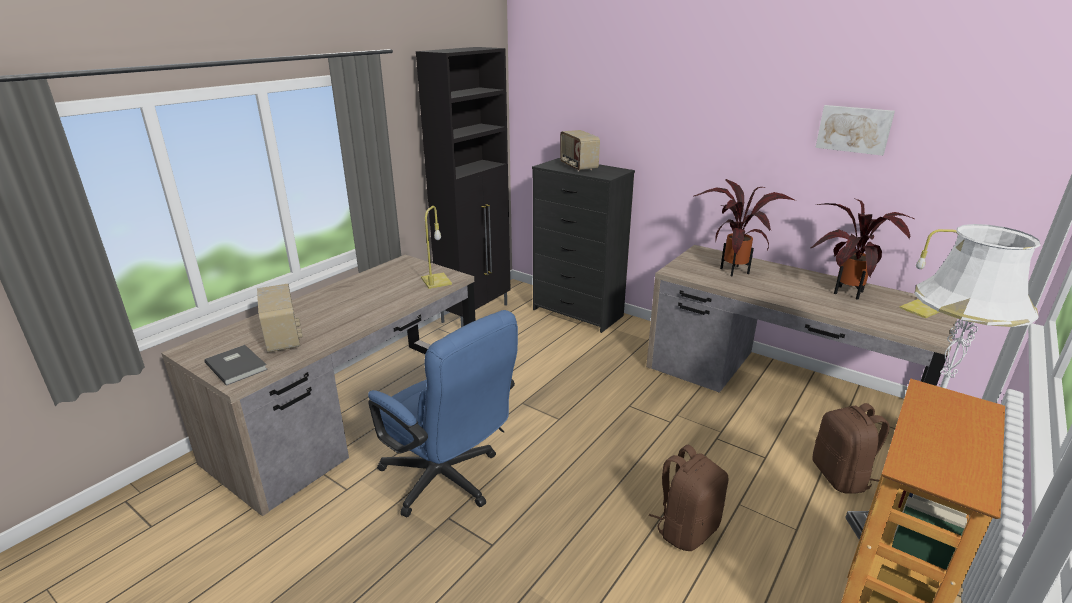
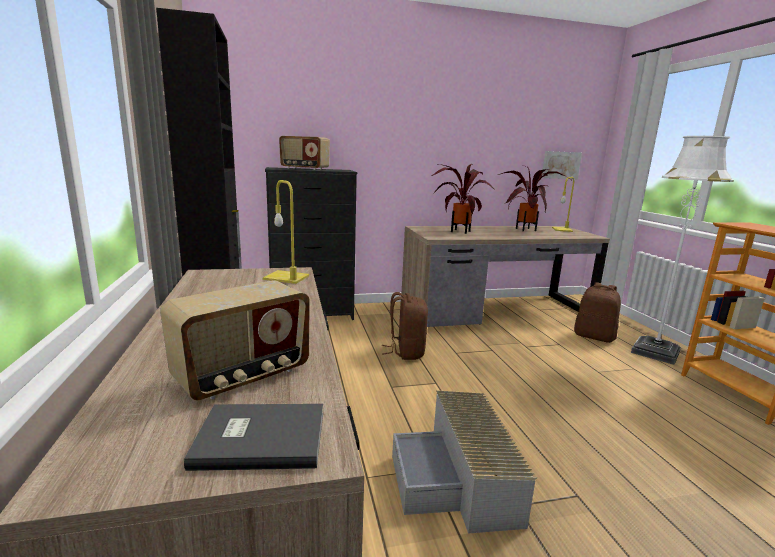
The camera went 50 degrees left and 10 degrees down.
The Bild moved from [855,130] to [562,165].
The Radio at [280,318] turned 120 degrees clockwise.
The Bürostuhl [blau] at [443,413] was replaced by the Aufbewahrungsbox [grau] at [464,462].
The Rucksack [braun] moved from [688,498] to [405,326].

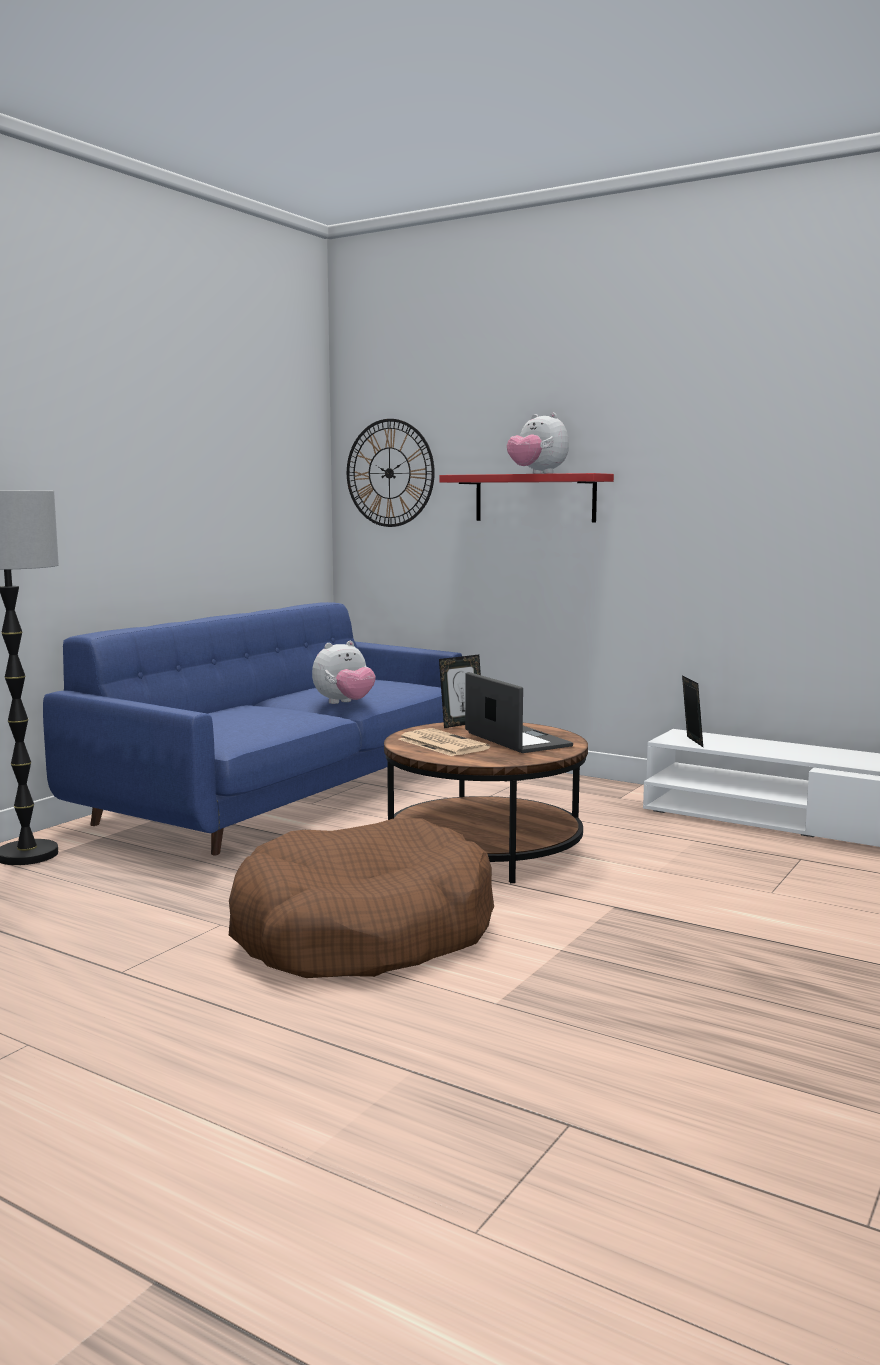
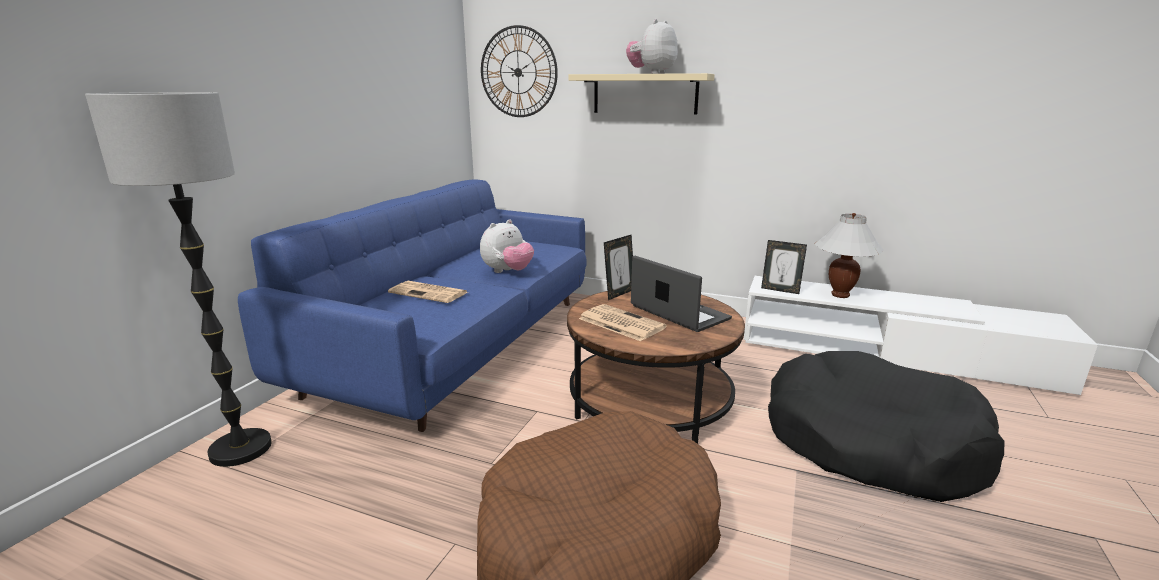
The camera went 10 degrees left and 10 degrees up.
The Plüschtier at [538,443] turned 90 degrees clockwise.
The Wandregal [rot] at [526,497] became the Wandregal [beige] at [641,94].
The Bilderrahmen at [692,711] turned 135 degrees clockwise.
The Tischlampe [weiß] at [849,255] appeared.
The Zeitung at [428,292] appeared.
The Hundebett [schwarz] at [886,426] appeared.

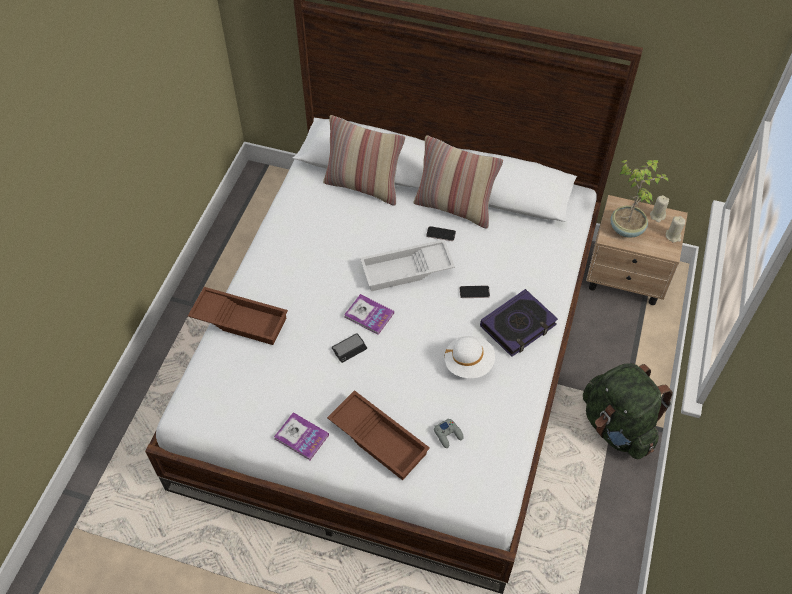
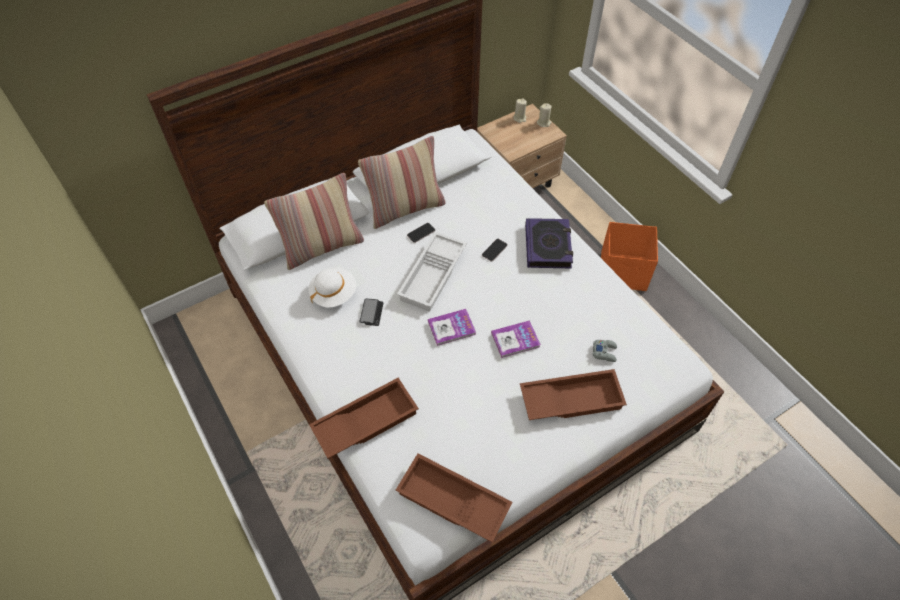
The camera went 50 degrees left and 0 degrees up.
The Topfpflanze at [639,199] disappeared.
The Handy moved from [349,348] to [371,312].
The Hut [weiß] moved from [469,357] to [332,287].
The Rucksack [grün] at [628,411] was replaced by the Aufbewahrungsbox [orange] at [629,256].
The Buch moved from [301,436] to [516,339].
The Tablett [braun] at [454,498] appeared.

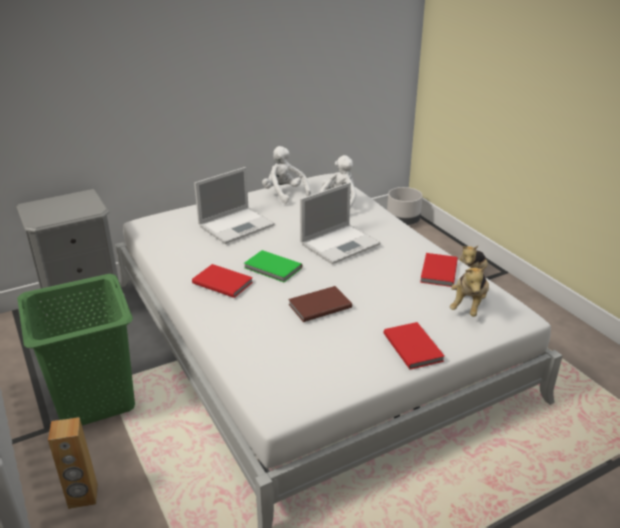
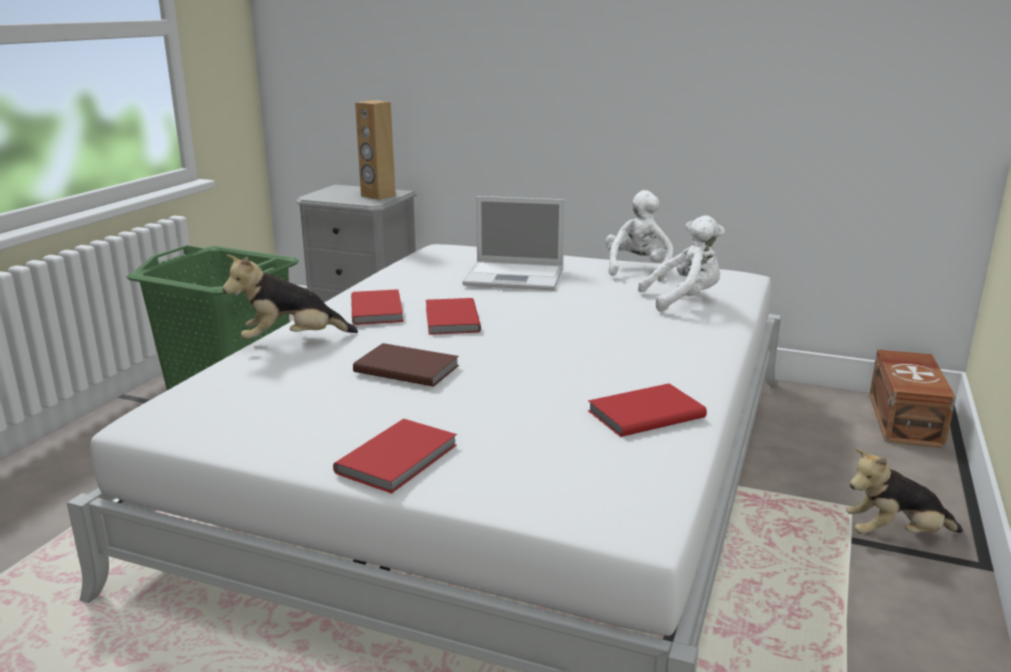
The camera went 50 degrees right and 10 degrees down.
The Laptop at [340,223] disappeared.
The Pflanzkübel [grau] at [405,206] was replaced by the Aufbewahrungsbox [braun] at [912,399].
The Buch [grün] at [273,266] became the Buch [rot] at [453,316].
The Plüschtier moved from [469,291] to [290,297].
The Lautsprecher [braun] moved from [73,463] to [375,150].

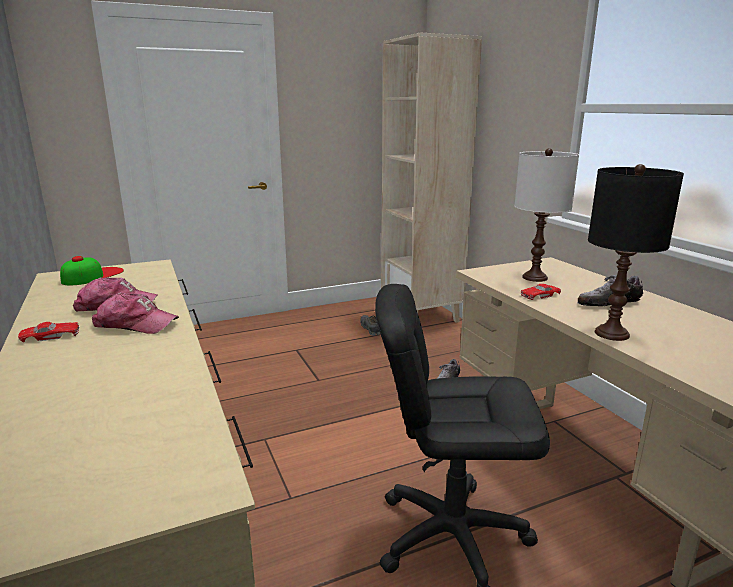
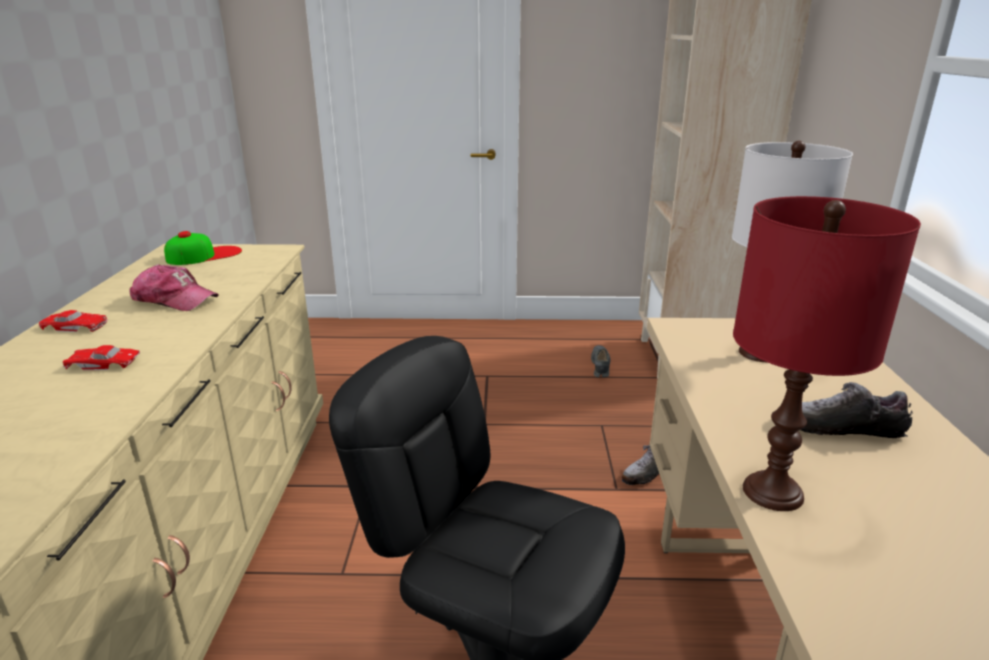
The camera went 25 degrees right and 5 degrees up.
The Tischlampe [schwarz] at [636,252] became the Tischlampe [rot] at [827,353].
The Spielzeugauto [rot] moved from [540,292] to [101,357].
The Kappe at [135,313] disappeared.

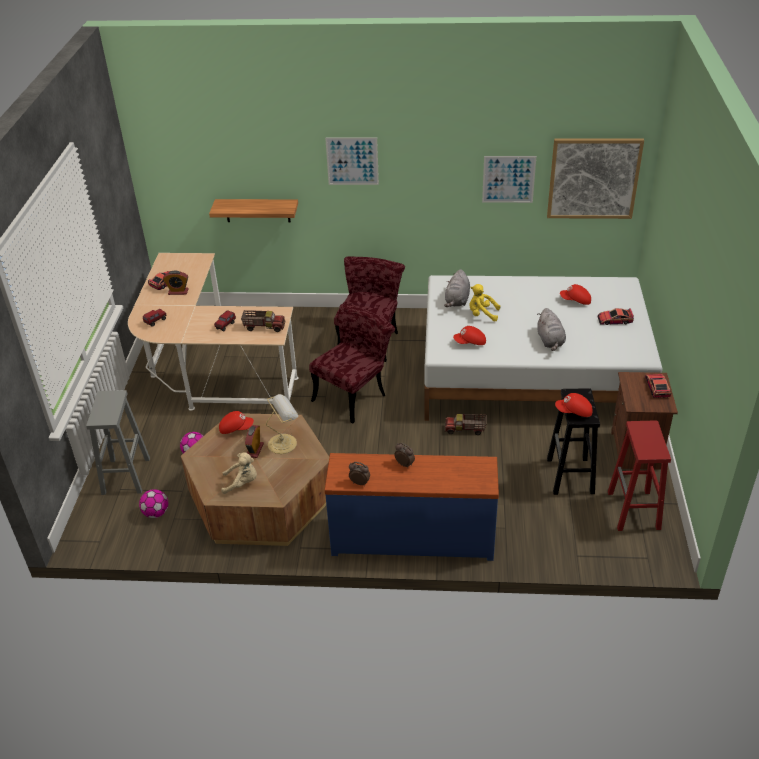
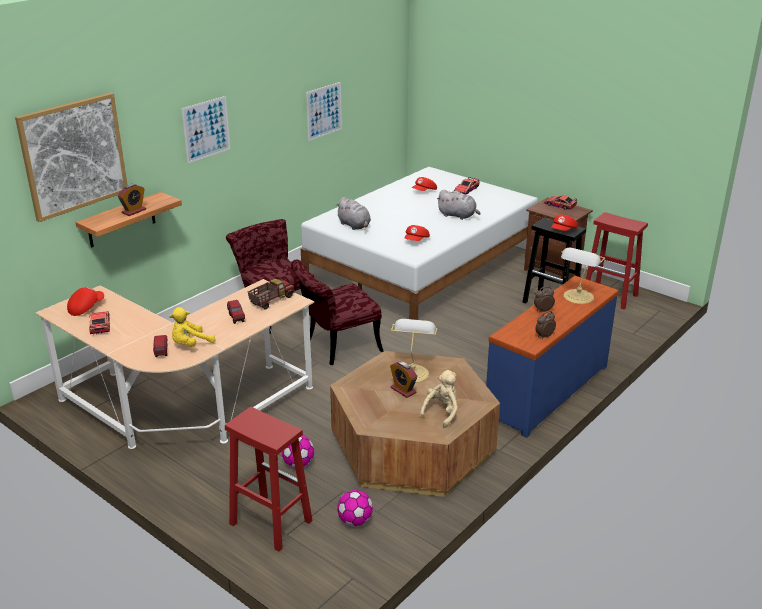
The camera went 55 degrees left and 10 degrees down.
The Bild moved from [595,179] to [71,157].
The Wecker moved from [175,283] to [132,200].
The Plüschtier [gelb] moved from [484,302] to [192,327].
The Stuhl [rot] at [352,363] turned 105 degrees counterclockwise.
The Hocker [grau] at [118,442] became the Hocker [rot] at [269,479].
The Kappe [rot] moved from [236,422] to [85,301].
The Spielzeuglaster at [465,424] disappeared.
The Tischlampe at [583,276] appeared.

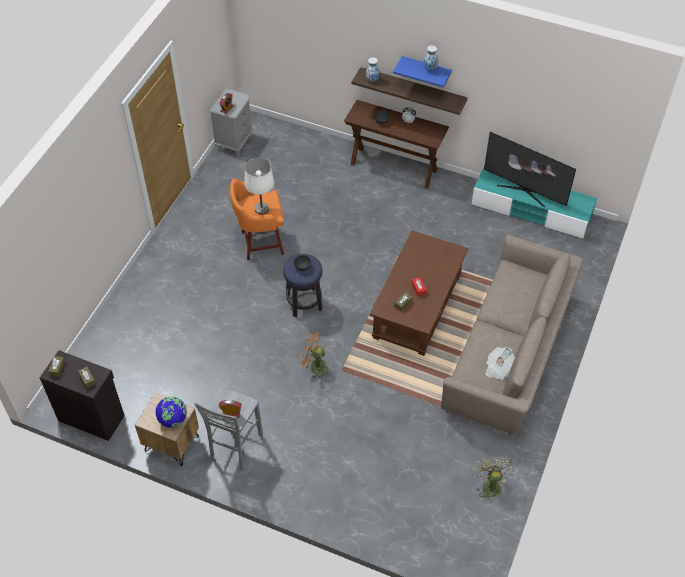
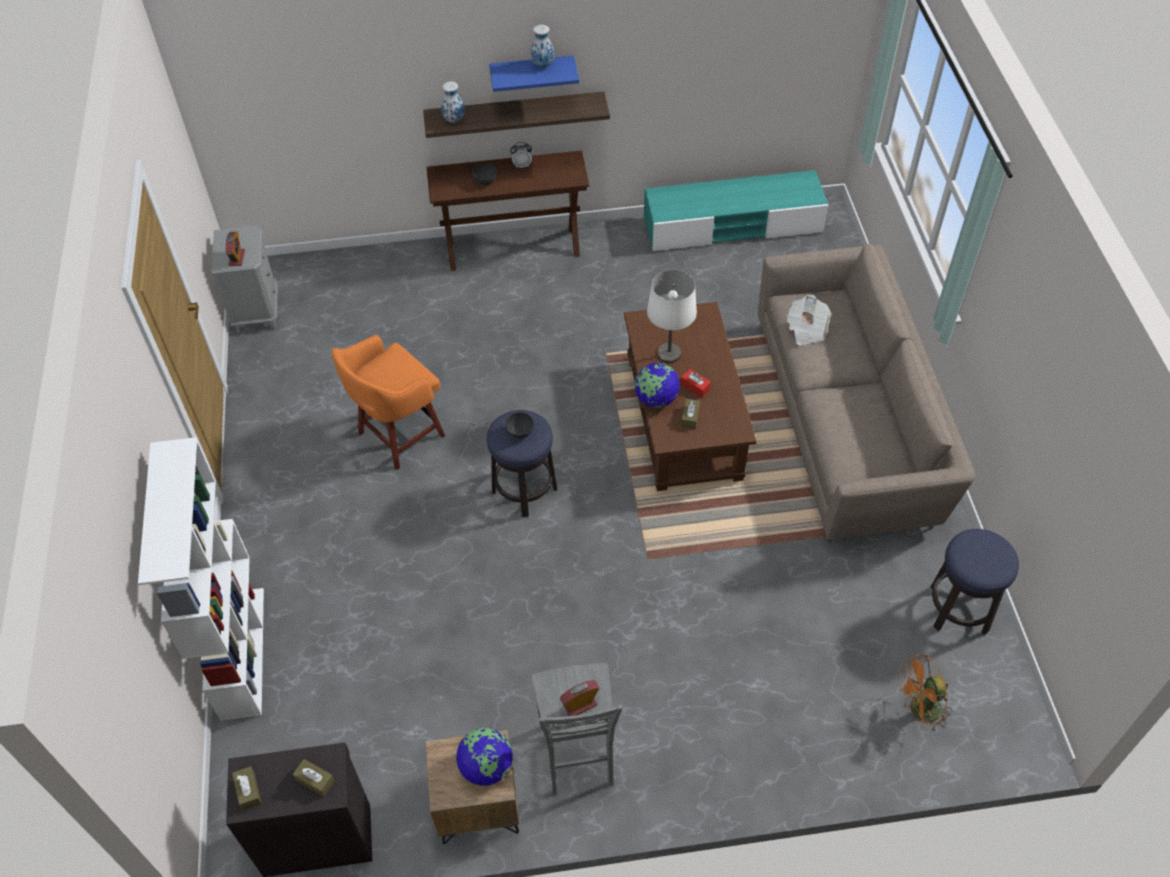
The camera went 30 degrees left and 0 degrees up.
The Fernseher at [530,169] disappeared.
The Tischlampe [weiß] moved from [259,186] to [672,316].
The Ventilator [orange] moved from [315,355] to [925,693].
The Zeitung moved from [500,363] to [809,320].
The Ventilator [grün] at [494,479] was replaced by the Hocker at [974,582].
The Globus at [657,385] appeared.
The Bücherregal [weiß] at [201,579] appeared.

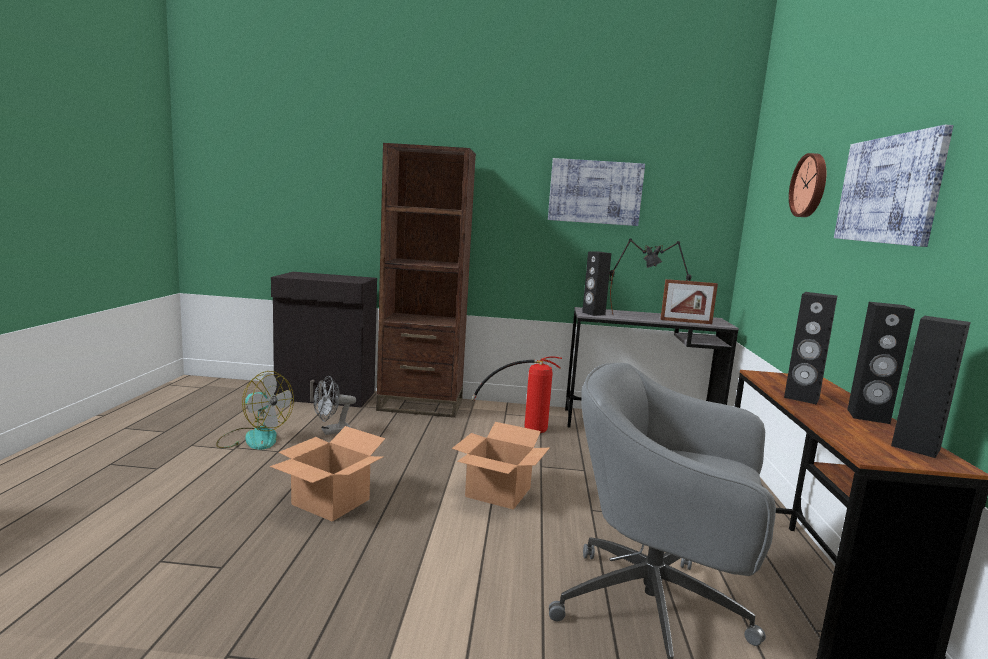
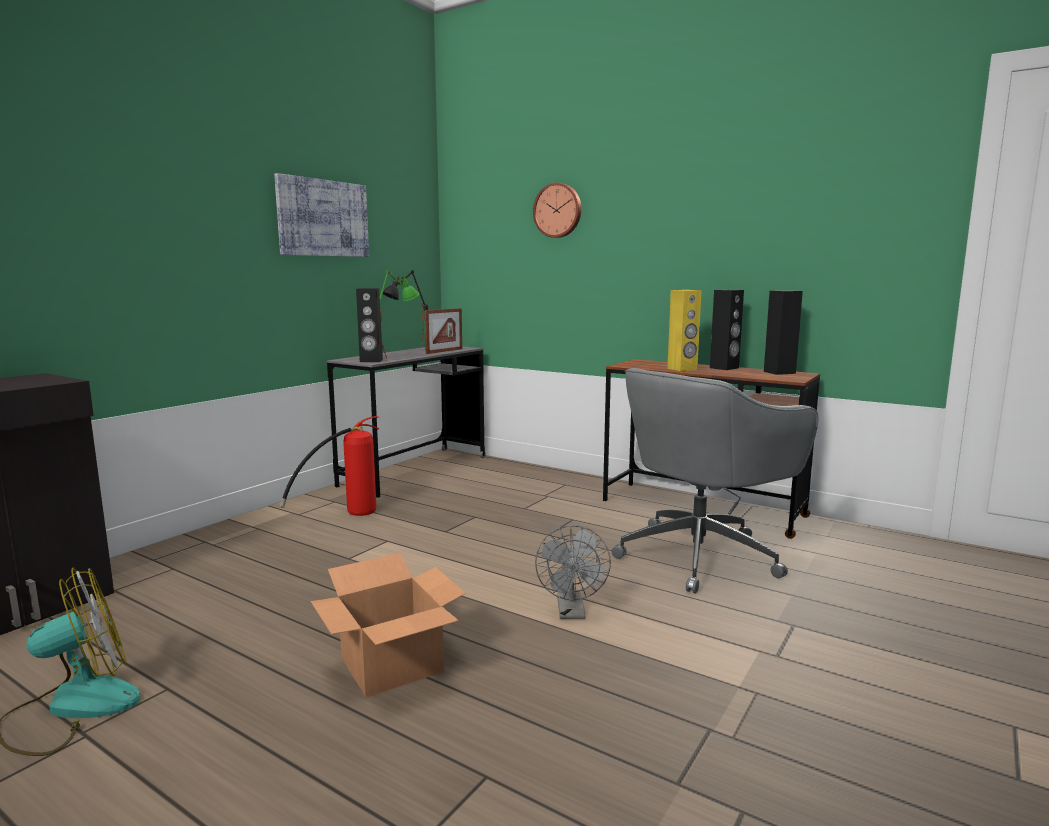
The camera went 60 degrees left and 0 degrees up.
The Bild at [894,186] disappeared.
The Bücherregal [braun] at [426,280] disappeared.
The Tischlampe [schwarz] at [635,276] became the Tischlampe [grün] at [399,314].
The Lautsprecher [schwarz] at [810,348] became the Lautsprecher [gelb] at [684,330].
The Ventilator [grau] moved from [335,405] to [573,572].
The Karton at [500,466] disappeared.

